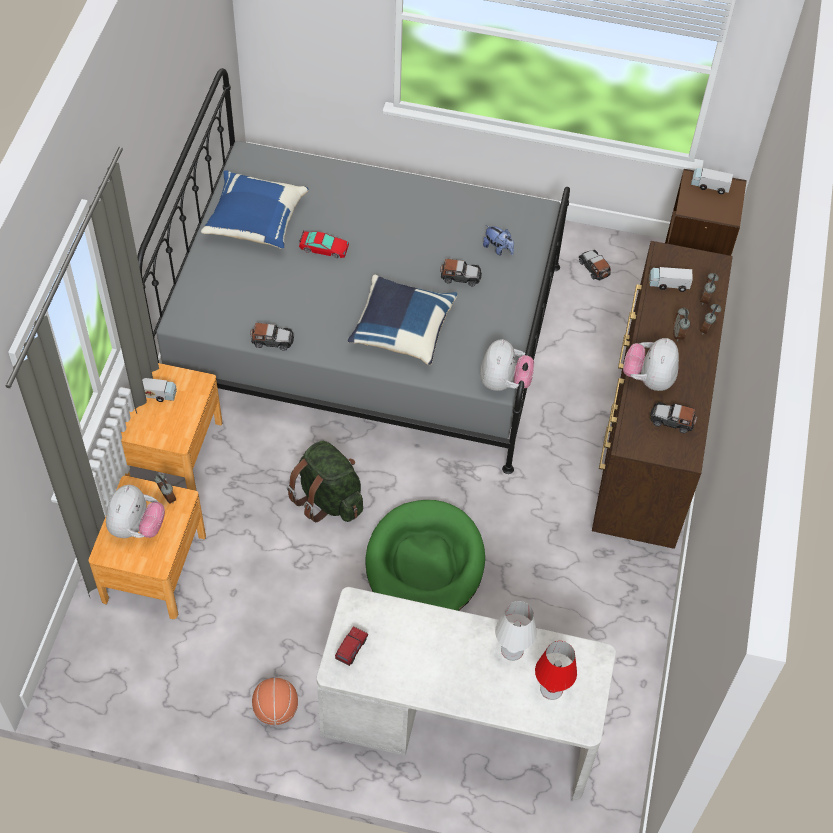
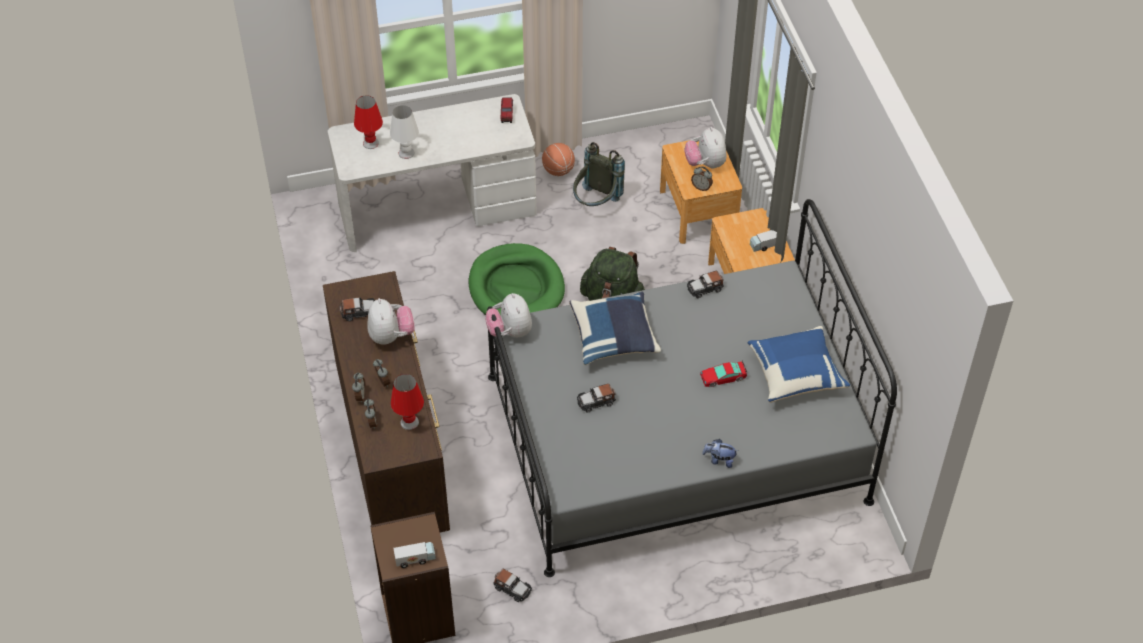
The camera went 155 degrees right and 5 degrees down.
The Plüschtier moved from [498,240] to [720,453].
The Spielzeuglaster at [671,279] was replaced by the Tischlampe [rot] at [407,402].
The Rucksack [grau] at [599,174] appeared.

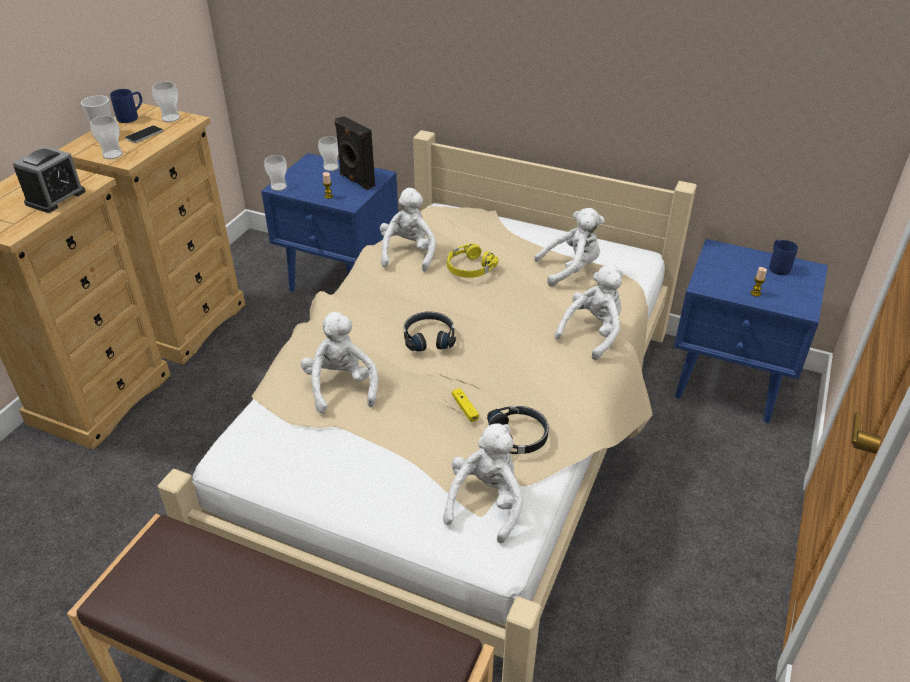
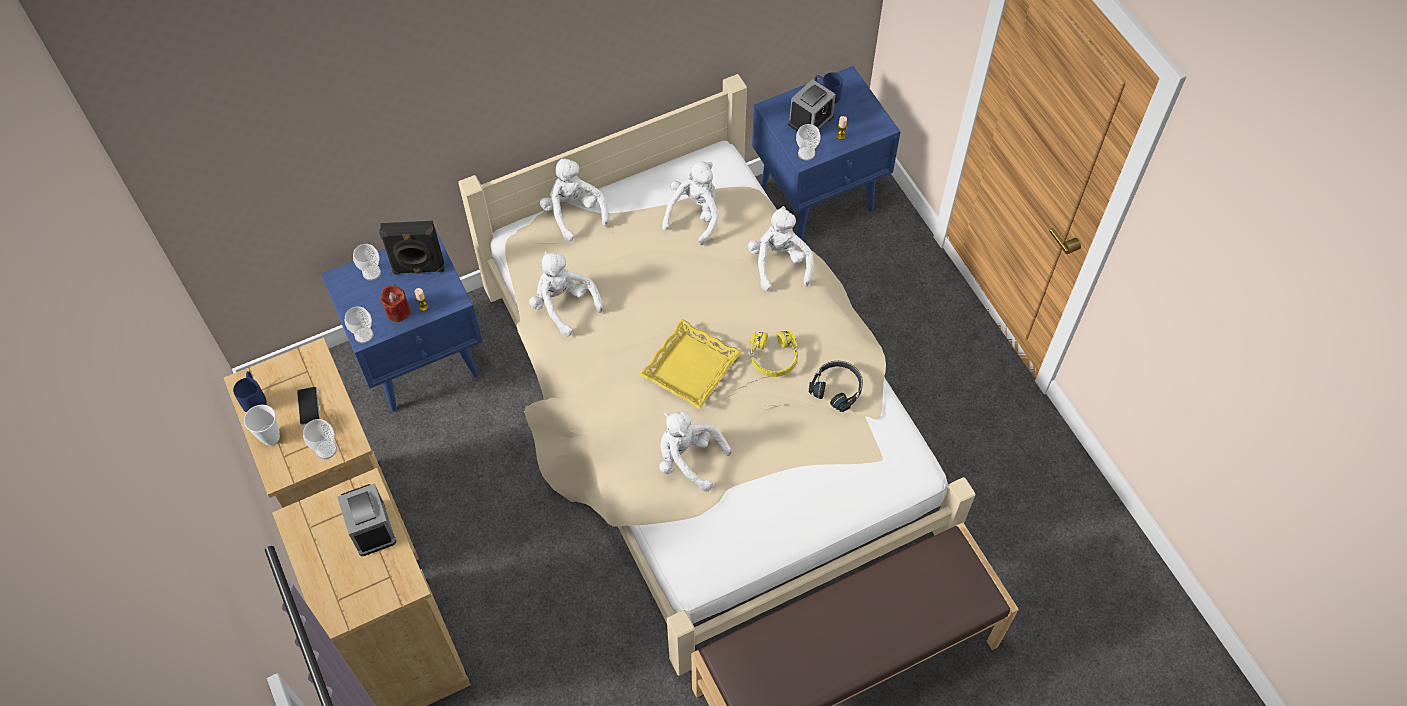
The camera went 50 degrees left and 20 degrees up.
The Tasse moved from [166,102] to [808,142].
The Kopfhörer [gelb] moved from [472,260] to [773,354].
The Kopfhörer [schwarz] at [430,331] was replaced by the Tablett [gelb] at [690,364].
The Gamepad [gelb] at [465,405] disappeared.
The Plüschtier [weiß] moved from [483,483] to [574,200].
The Wecker at [812,105] appeared.
The Kerze [rot] at [395,303] appeared.

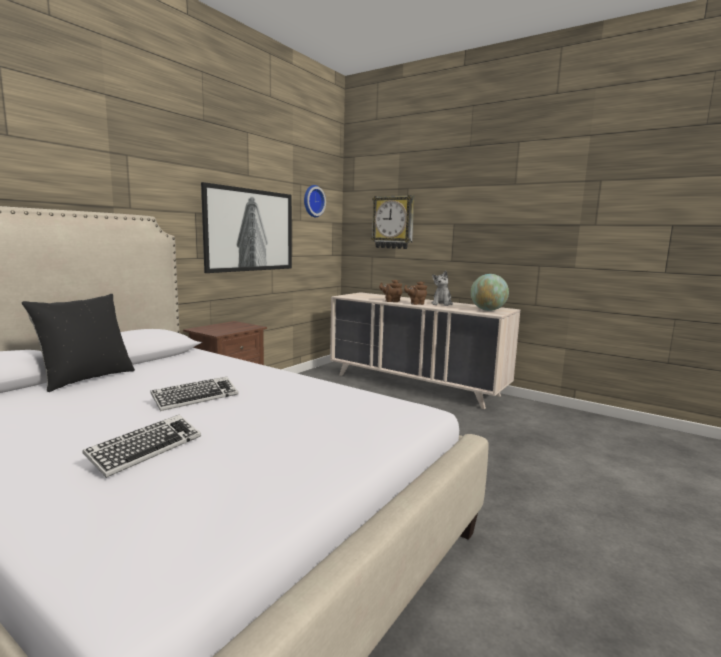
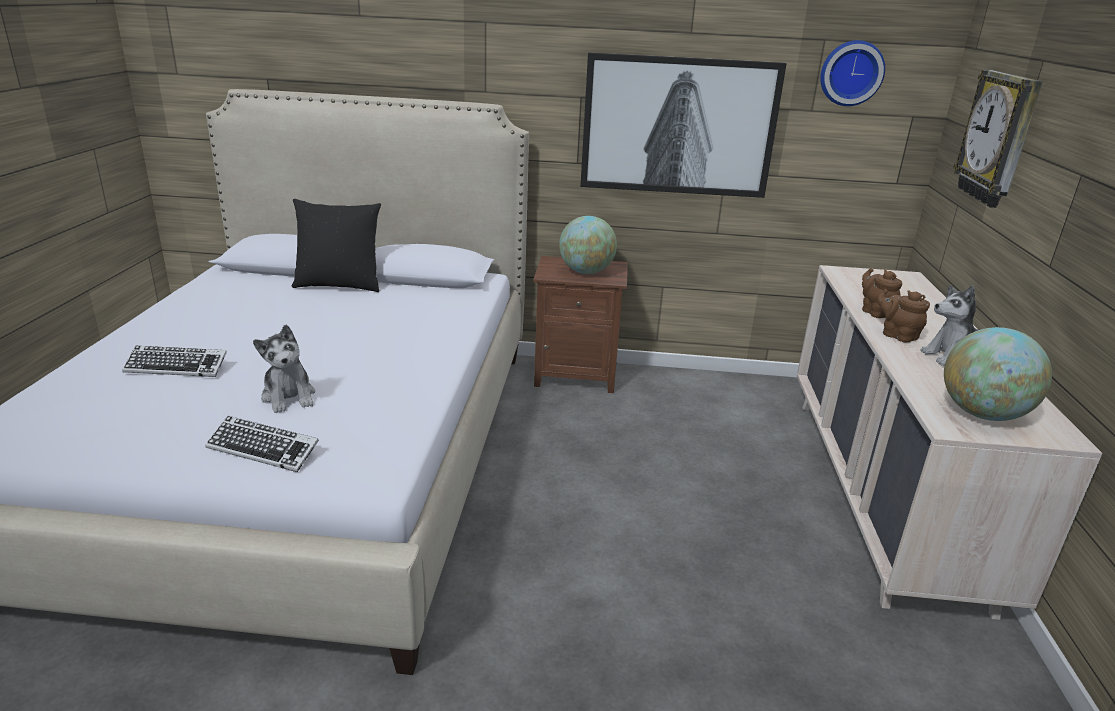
The camera went 60 degrees right and 15 degrees up.
The Tastatur moved from [194,394] to [262,444].
The Globus at [588,245] appeared.
The Plüschtier at [284,369] appeared.

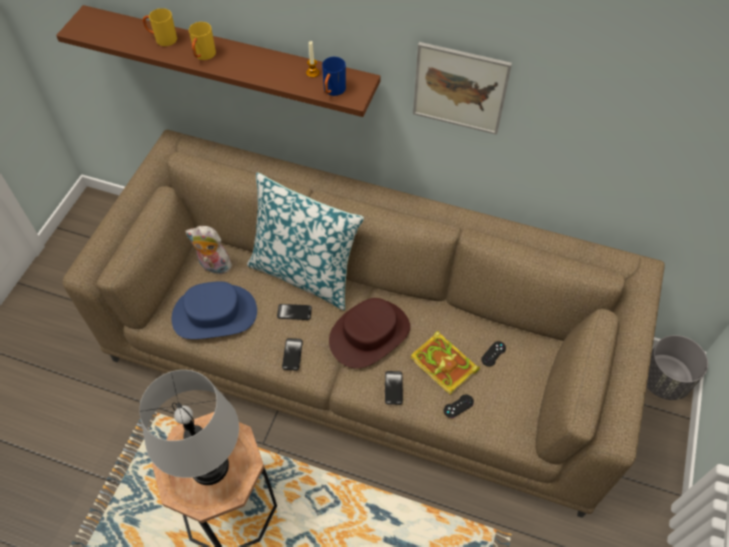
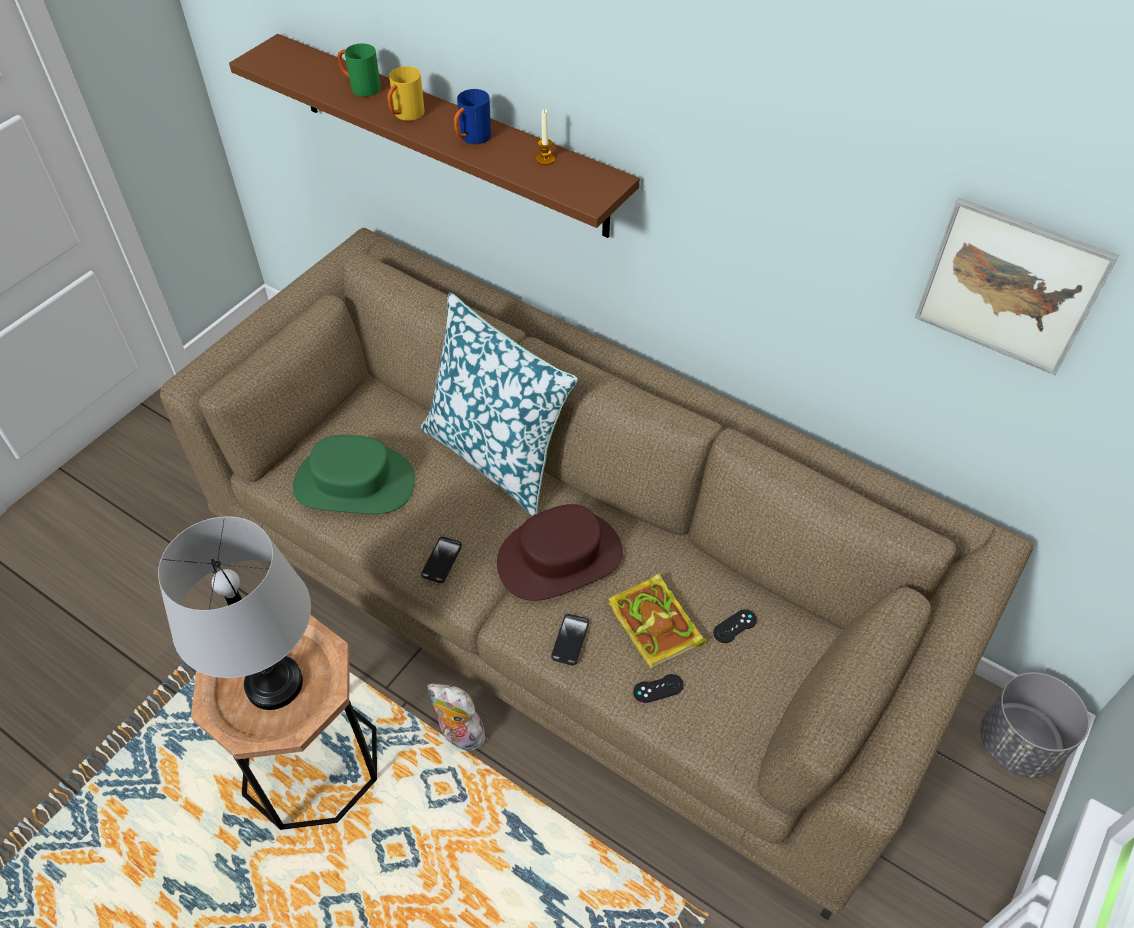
The camera went 15 degrees right and 5 degrees down.
The Henkelbecher [gelb] at [160,27] became the Henkelbecher [grün] at [359,70].
The Bild moved from [462,88] to [1017,286].
The Henkelbecher [blau] moved from [334,76] to [472,116].
The Plüschtier moved from [208,250] to [456,717].
The Hut [blau] at [214,310] became the Hut [grün] at [354,474].
The Handy at [294,312] disappeared.

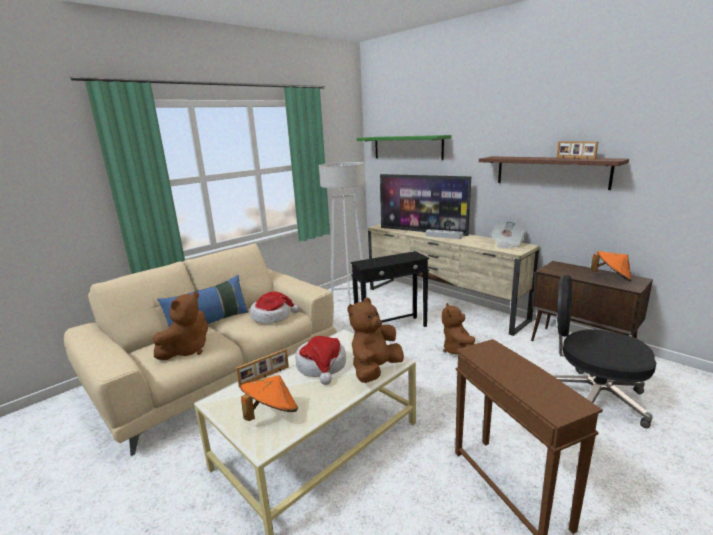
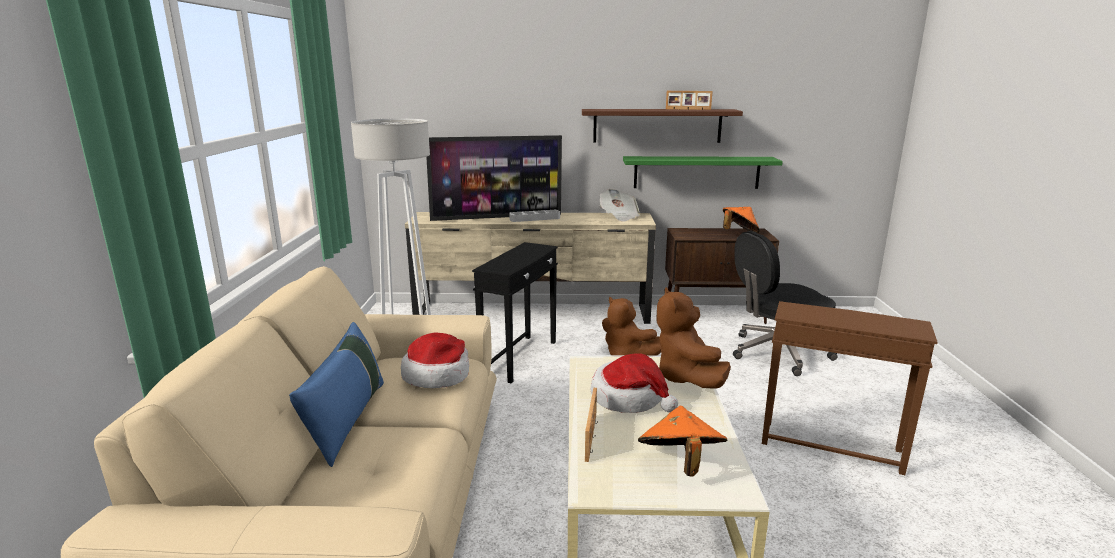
The camera went 45 degrees left and 0 degrees up.
The Wandregal [grün] moved from [404,147] to [703,172].
The Plüschtier [braun] at [180,326] disappeared.

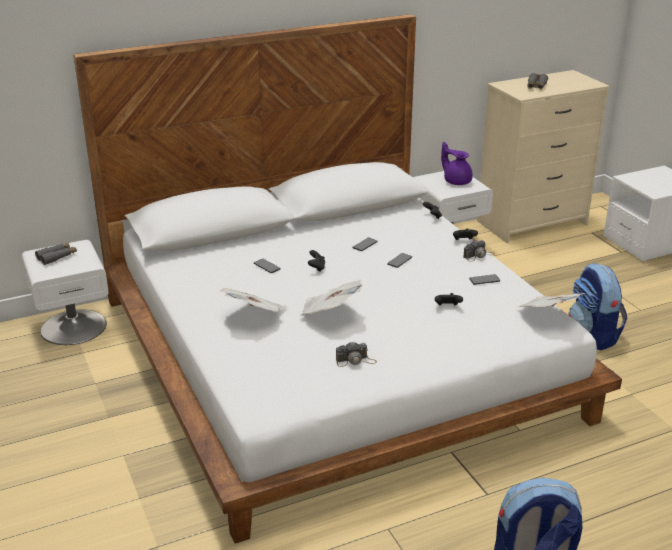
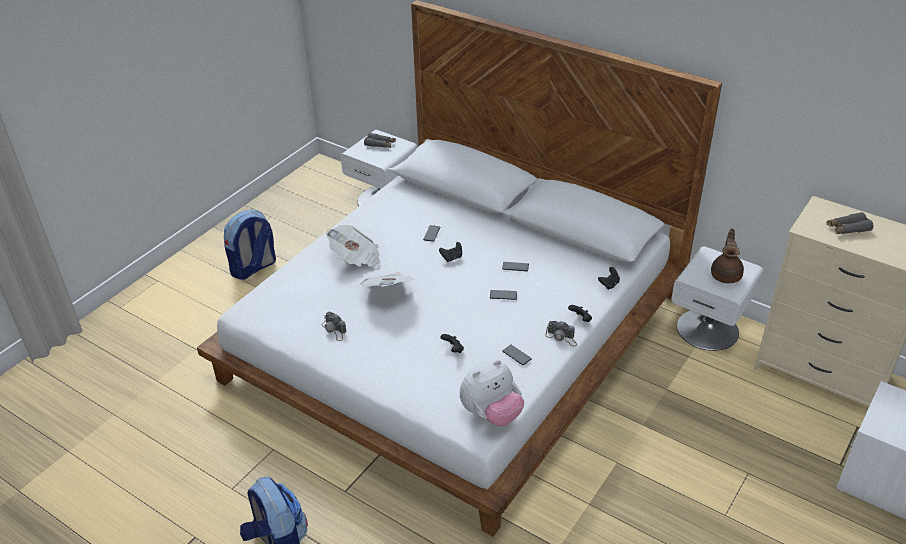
The camera went 60 degrees right and 10 degrees up.
The Teekanne [lila] at [457,163] became the Teekanne [braun] at [727,255].
The Rucksack moved from [597,306] to [250,244].
The Zeitung at [551,300] was replaced by the Plüschtier at [492,393].

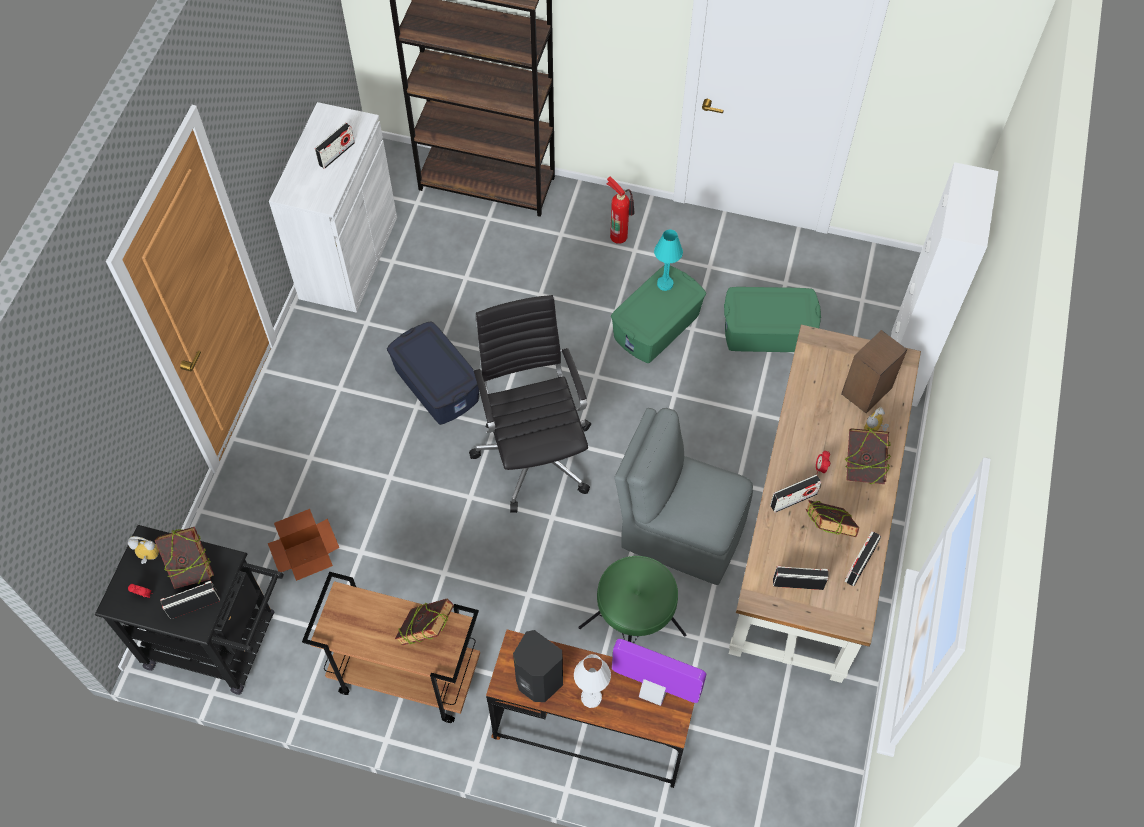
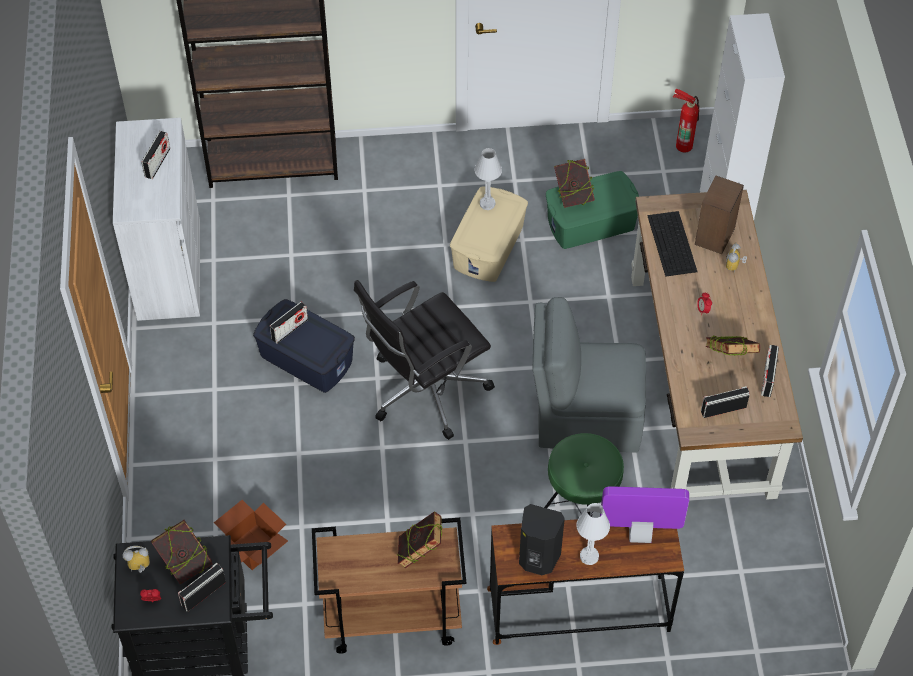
The camera went 20 degrees left and 5 degrees down.
The Feuerlöscher moved from [620,210] to [686,120].
The Tischlampe [türkis] at [668,260] became the Tischlampe [weiß] at [488,179].
The Aufbewahrungsbox [grün] at [658,314] became the Aufbewahrungsbox [beige] at [489,234].
The Bürostuhl [schwarz] at [530,404] turned 90 degrees counterclockwise.
The Buch moved from [868,456] to [574,183].
The Radio moved from [795,494] to [289,323].
The Tastatur at [672,244] appeared.

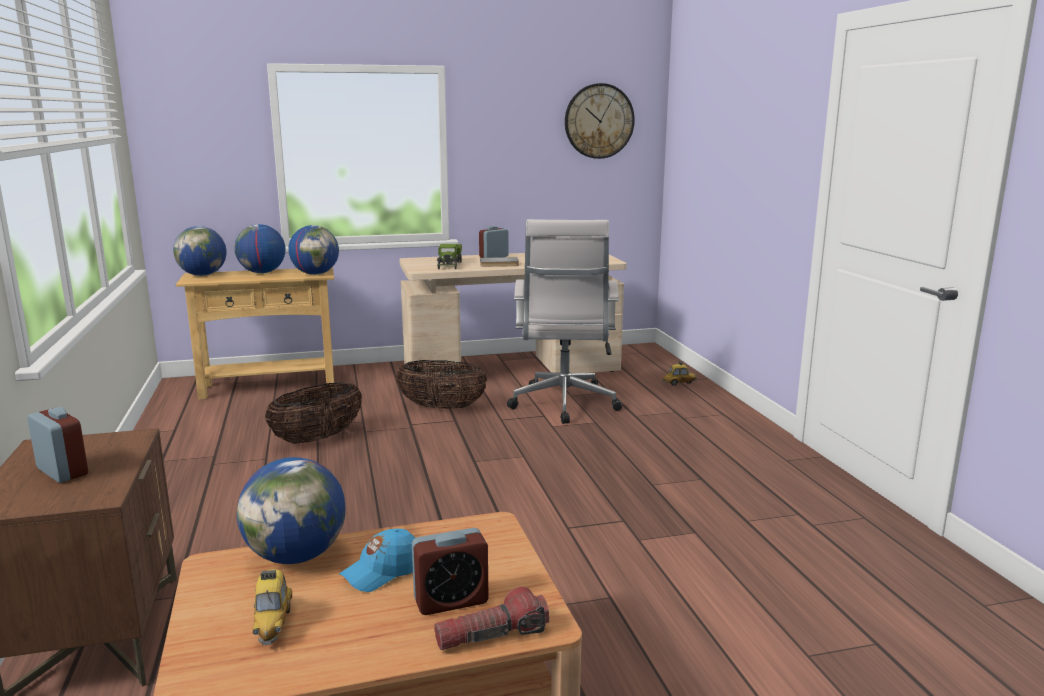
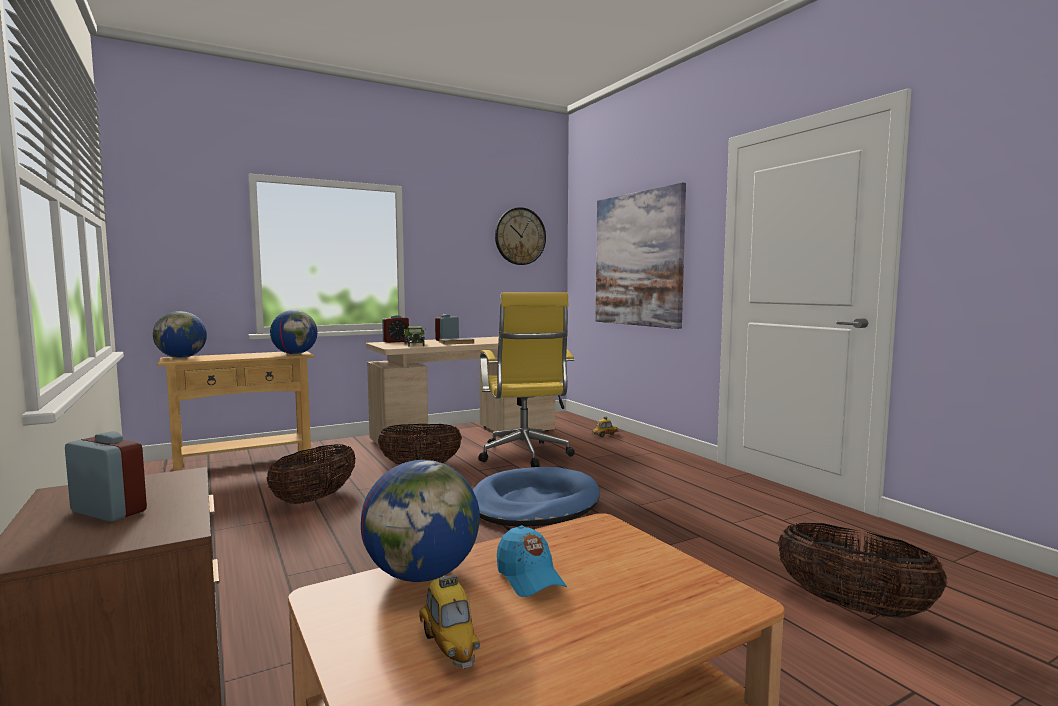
The camera went 15 degrees left and 10 degrees down.
The Bürostuhl [weiß] at [564,321] became the Bürostuhl [gelb] at [527,379].
The Globus at [260,248] disappeared.
The Wecker moved from [450,571] to [395,329].
The Kappe [blau] at [377,560] turned 60 degrees counterclockwise.
The Taschenlampe at [491,618] disappeared.
The Bild at [641,255] appeared.
The Hundebett [blau] at [536,496] appeared.
The Korb at [862,570] appeared.

